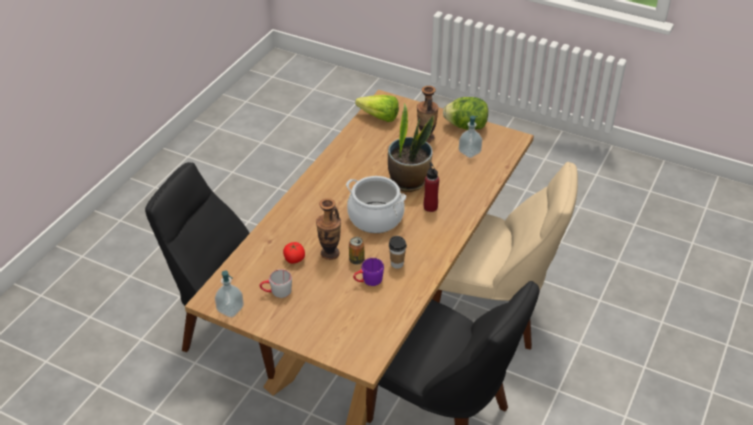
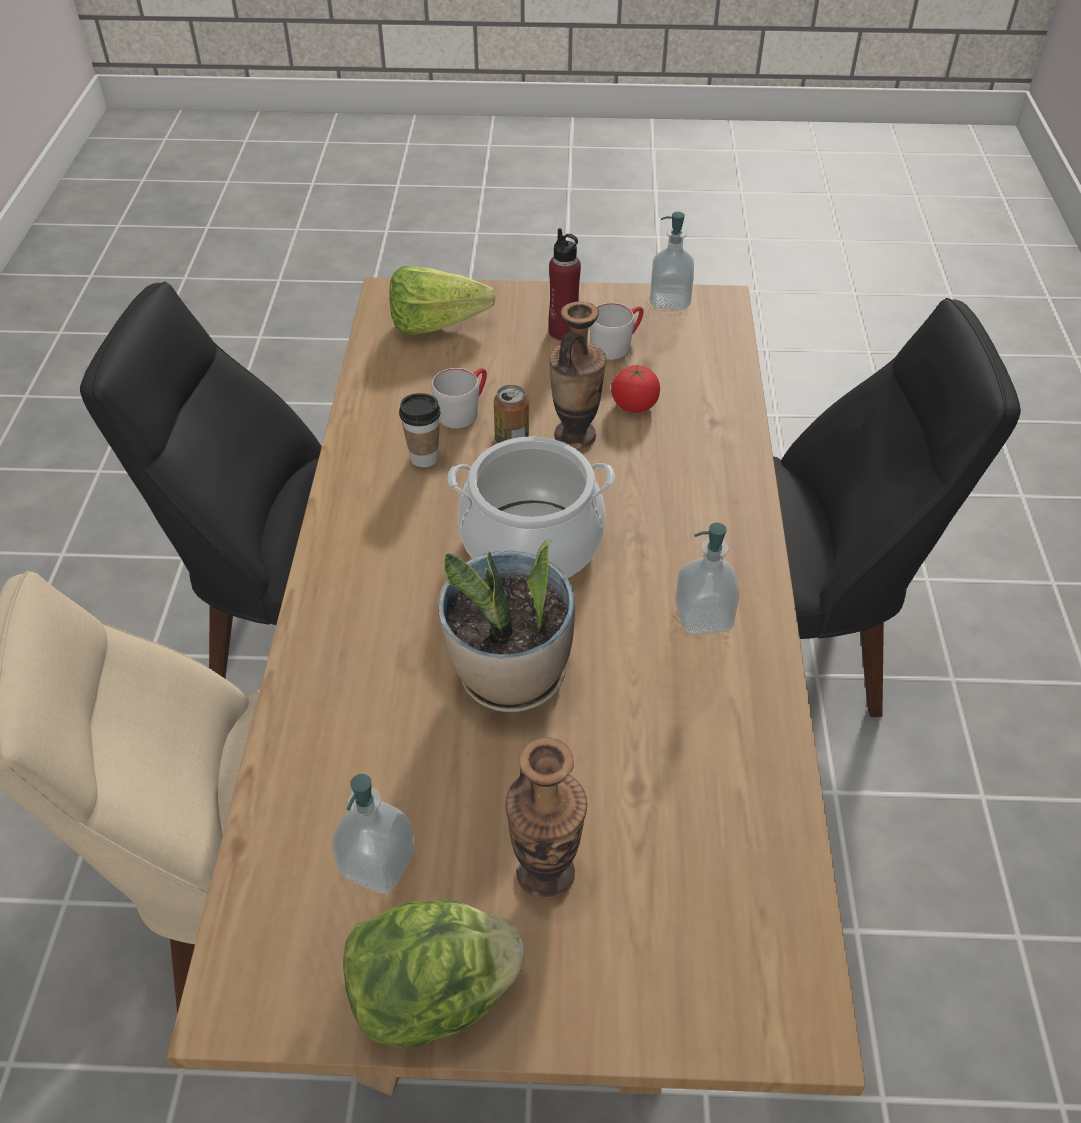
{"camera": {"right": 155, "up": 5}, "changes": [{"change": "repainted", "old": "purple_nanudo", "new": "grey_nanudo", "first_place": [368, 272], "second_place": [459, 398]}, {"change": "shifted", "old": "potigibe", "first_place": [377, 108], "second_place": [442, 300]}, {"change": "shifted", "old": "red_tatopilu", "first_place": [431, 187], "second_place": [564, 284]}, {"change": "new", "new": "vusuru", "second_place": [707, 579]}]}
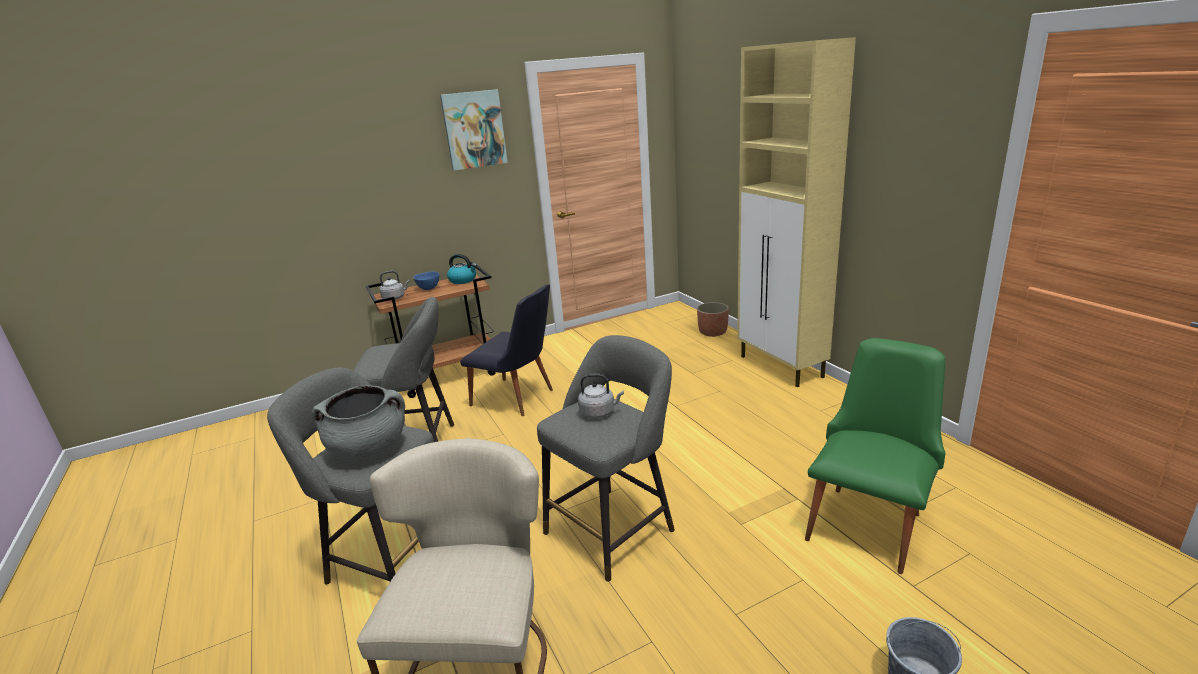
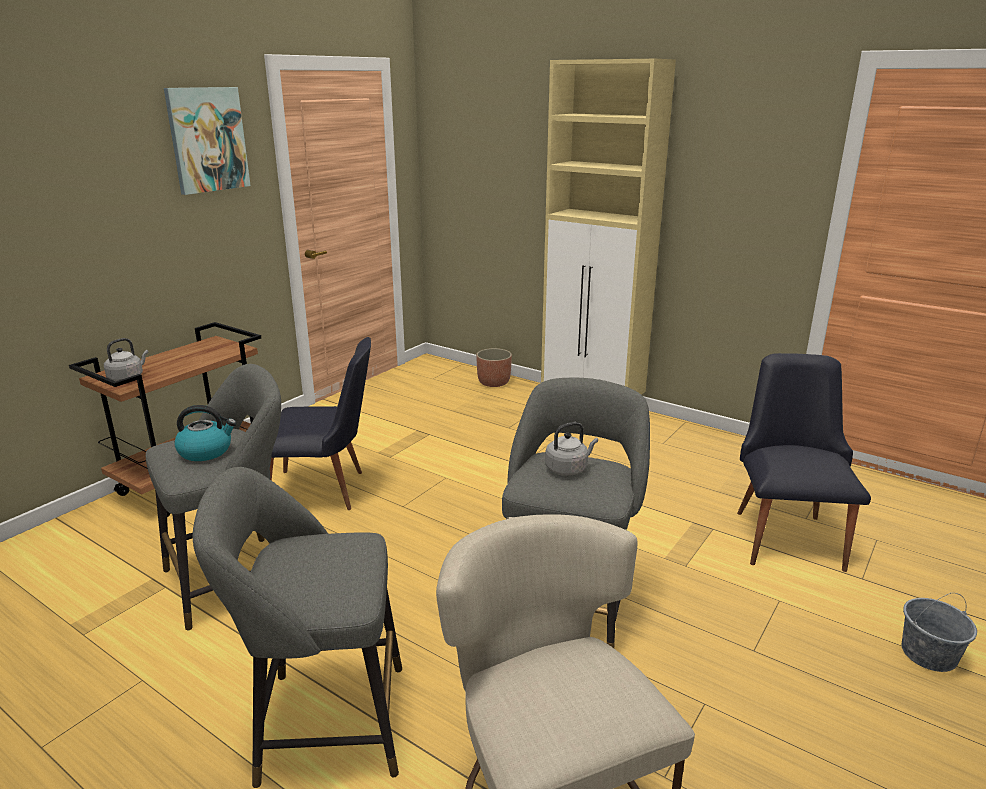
{"camera": {"right": -30, "up": 0}, "changes": [{"change": "gone", "old": "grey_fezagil", "first_place": [358, 421]}, {"change": "gone", "old": "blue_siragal", "first_place": [426, 281]}, {"change": "shifted", "old": "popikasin", "first_place": [462, 269], "second_place": [205, 433]}, {"change": "repainted", "old": "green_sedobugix", "new": "black_sedobugix", "first_place": [875, 456], "second_place": [804, 462]}]}
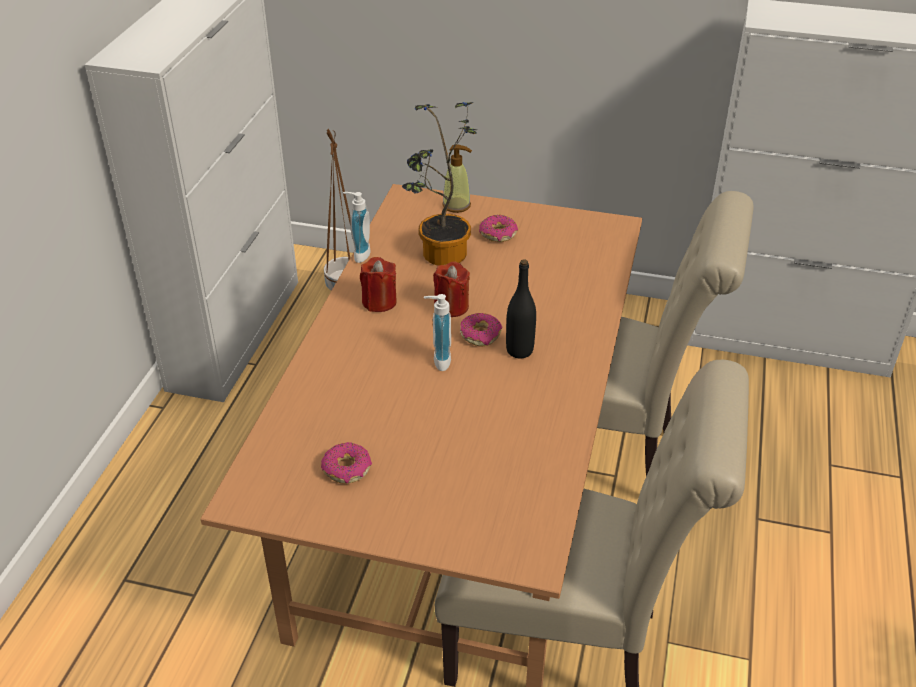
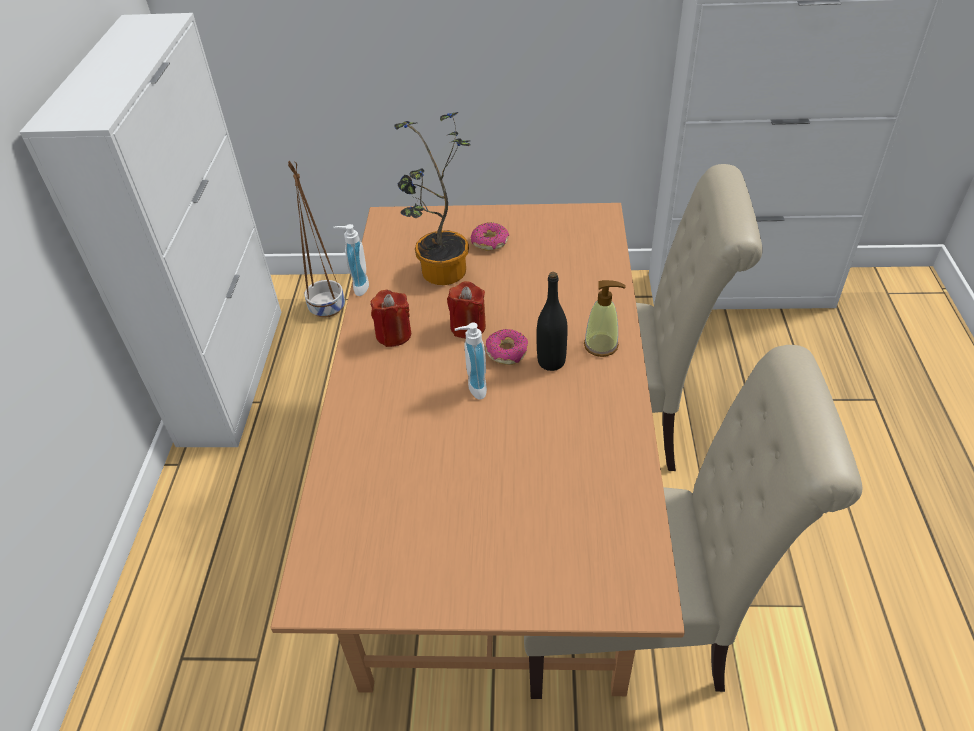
{"camera": {"right": -10, "up": 5}, "changes": [{"change": "gone", "old": "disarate", "first_place": [346, 463]}, {"change": "shifted", "old": "vusuru", "first_place": [457, 179], "second_place": [605, 318]}]}
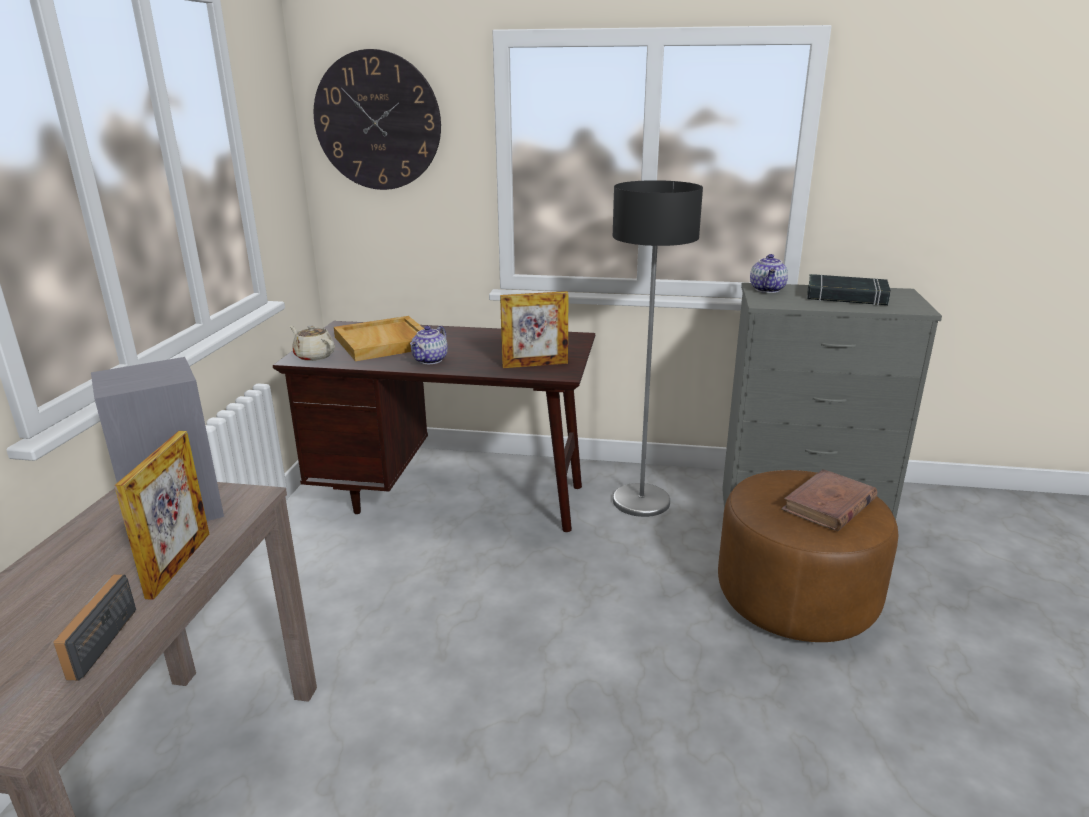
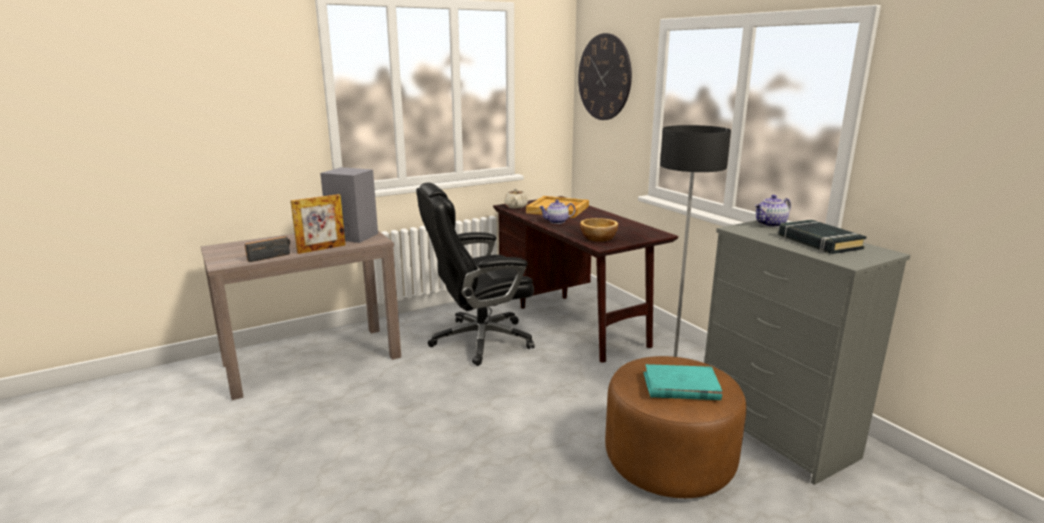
{"camera": {"right": 50, "up": -5}, "changes": [{"change": "swapped", "old": "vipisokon", "new": "siragal", "first_place": [534, 329], "second_place": [599, 230]}, {"change": "repainted", "old": "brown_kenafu", "new": "turquoise_kenafu", "first_place": [829, 500], "second_place": [682, 382]}, {"change": "new", "new": "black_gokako", "second_place": [476, 274]}]}
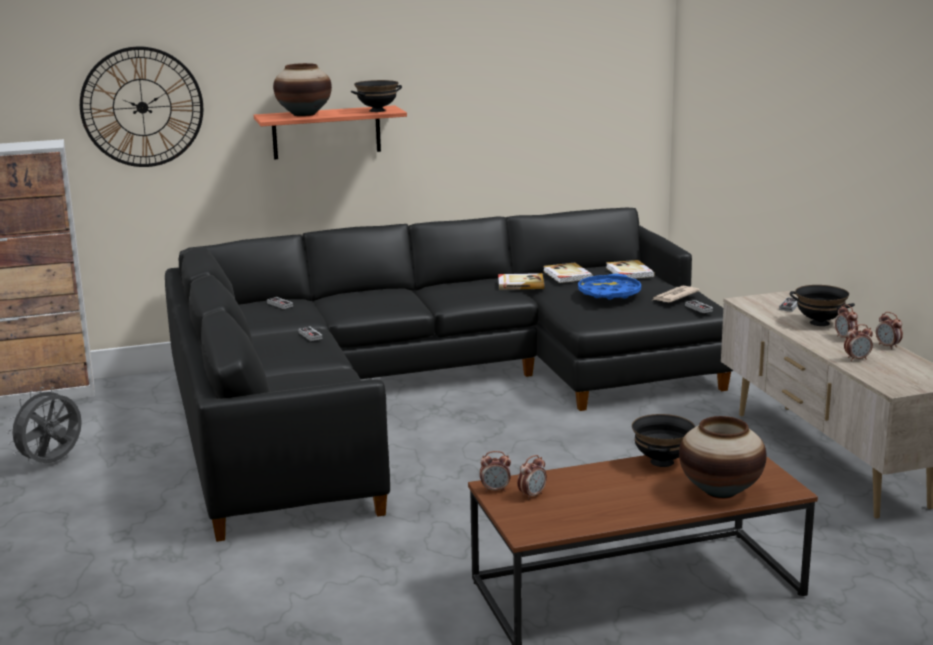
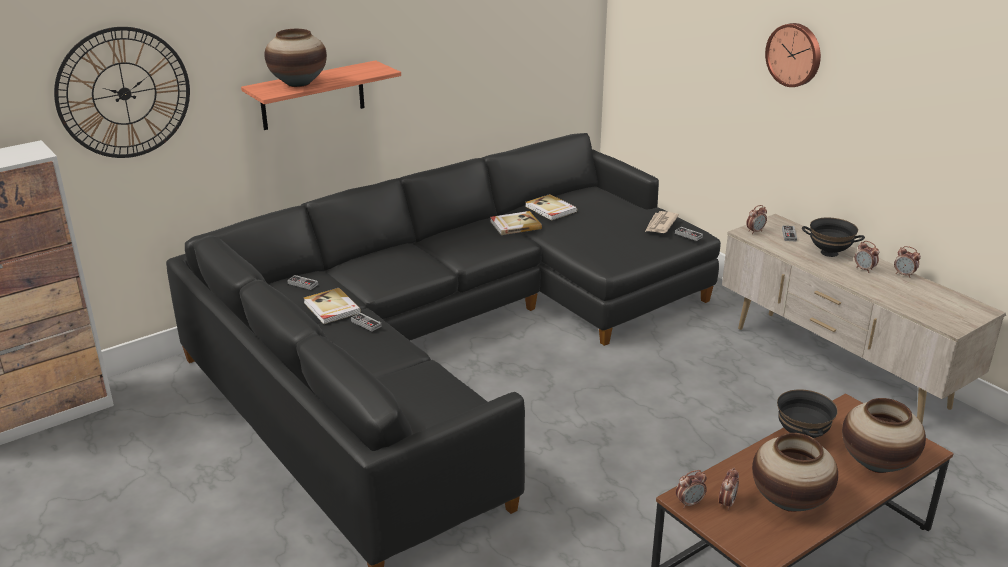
{"camera": {"right": -20, "up": 10}, "changes": [{"change": "gone", "old": "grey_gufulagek", "first_place": [44, 425]}, {"change": "gone", "old": "black_siragal", "first_place": [376, 96]}, {"change": "gone", "old": "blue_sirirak", "first_place": [609, 287]}, {"change": "shifted", "old": "kenafu", "first_place": [630, 269], "second_place": [332, 306]}, {"change": "shifted", "old": "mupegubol", "first_place": [858, 342], "second_place": [756, 219]}, {"change": "new", "new": "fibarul", "second_place": [795, 472]}, {"change": "new", "new": "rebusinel", "second_place": [793, 55]}]}
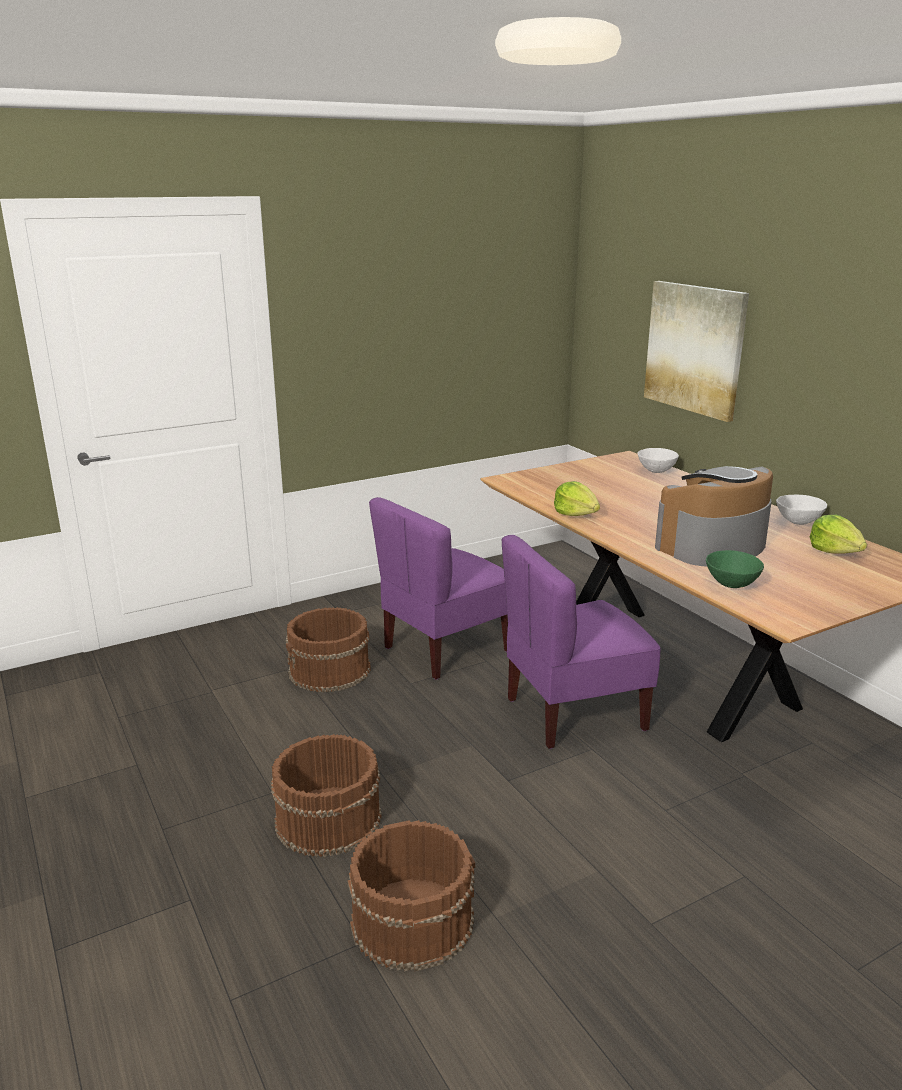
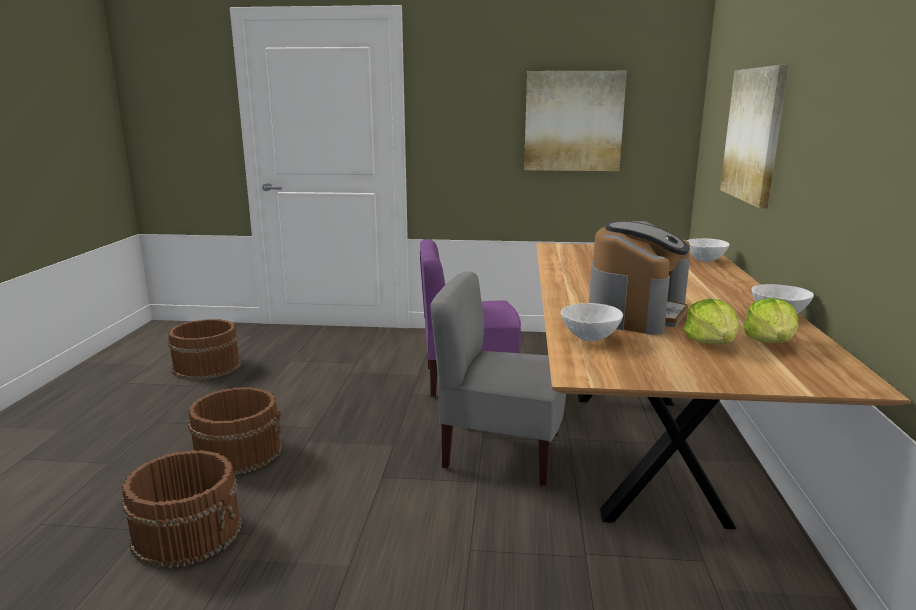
{"camera": {"right": 35, "up": -5}, "changes": [{"change": "shifted", "old": "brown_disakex", "first_place": [328, 650], "second_place": [204, 349]}, {"change": "repainted", "old": "purple_sedobugix", "new": "grey_sedobugix", "first_place": [581, 642], "second_place": [498, 379]}, {"change": "shifted", "old": "potigibe", "first_place": [577, 498], "second_place": [711, 321]}, {"change": "rotated", "old": "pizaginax", "first_place": [714, 516], "second_place": [639, 278], "degrees": 120}, {"change": "repainted", "old": "green_siragal", "new": "white_siragal", "first_place": [735, 569], "second_place": [592, 322]}, {"change": "new", "new": "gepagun", "second_place": [575, 121]}]}
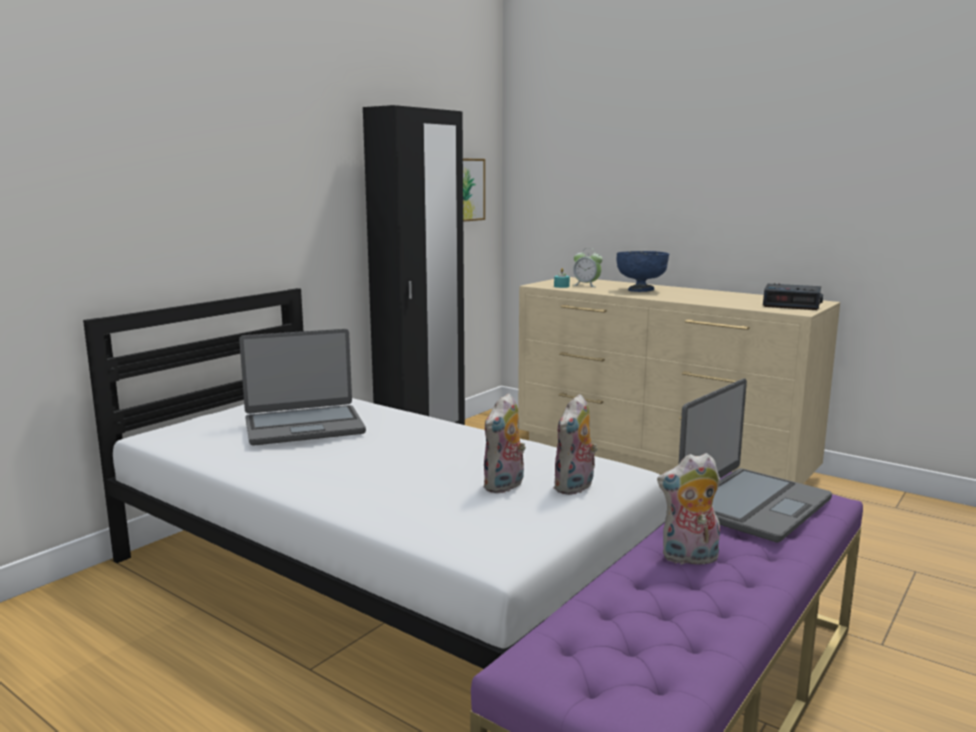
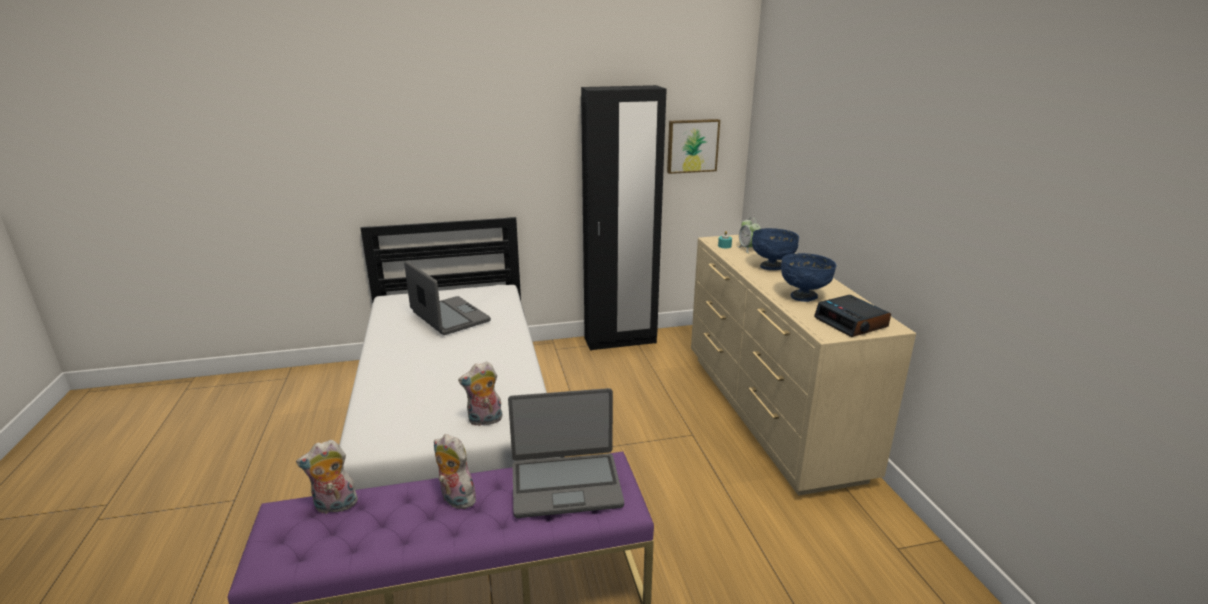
{"camera": {"right": 40, "up": 10}, "changes": [{"change": "rotated", "old": "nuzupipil", "first_place": [302, 387], "second_place": [447, 298], "degrees": -150}, {"change": "shifted", "old": "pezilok", "first_place": [504, 443], "second_place": [327, 477]}, {"change": "new", "new": "blue_siragal", "second_place": [809, 277]}]}
